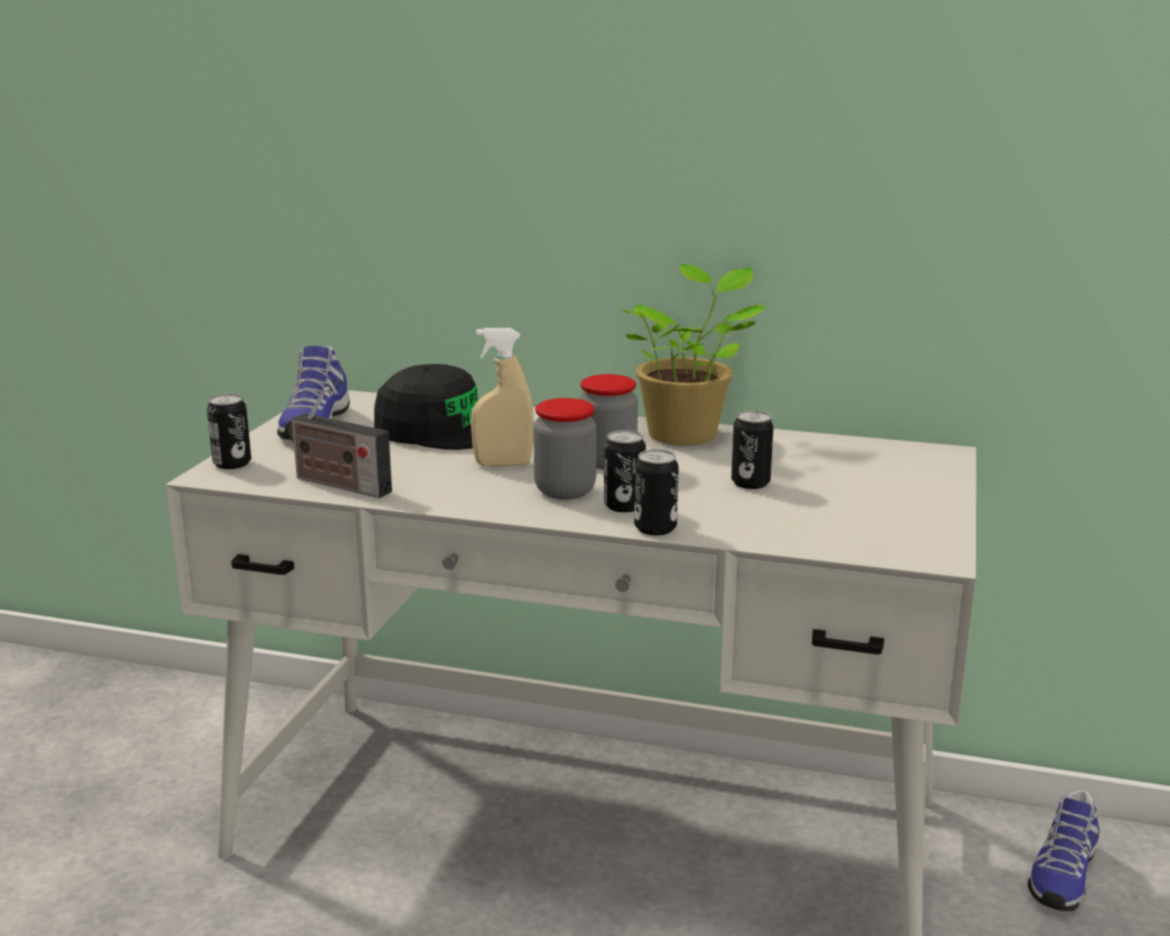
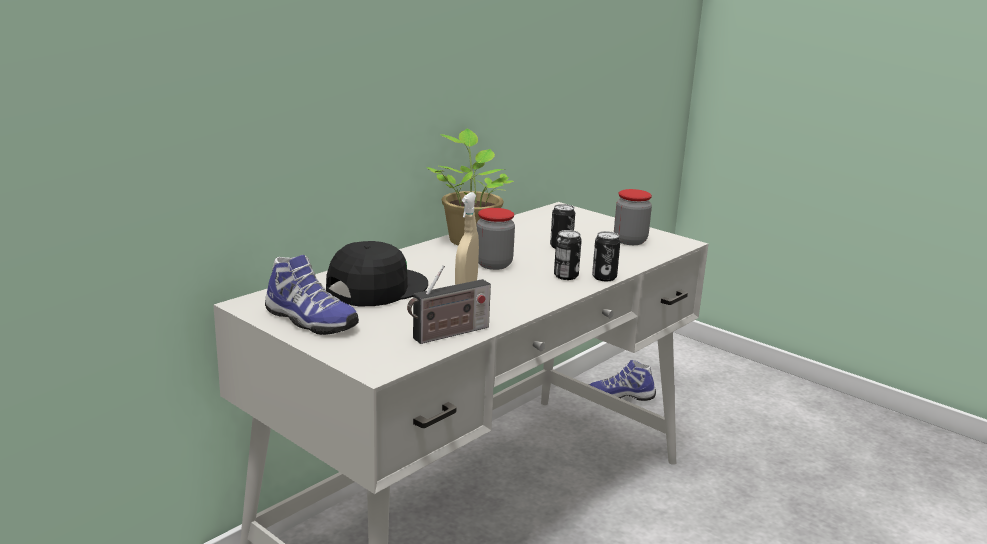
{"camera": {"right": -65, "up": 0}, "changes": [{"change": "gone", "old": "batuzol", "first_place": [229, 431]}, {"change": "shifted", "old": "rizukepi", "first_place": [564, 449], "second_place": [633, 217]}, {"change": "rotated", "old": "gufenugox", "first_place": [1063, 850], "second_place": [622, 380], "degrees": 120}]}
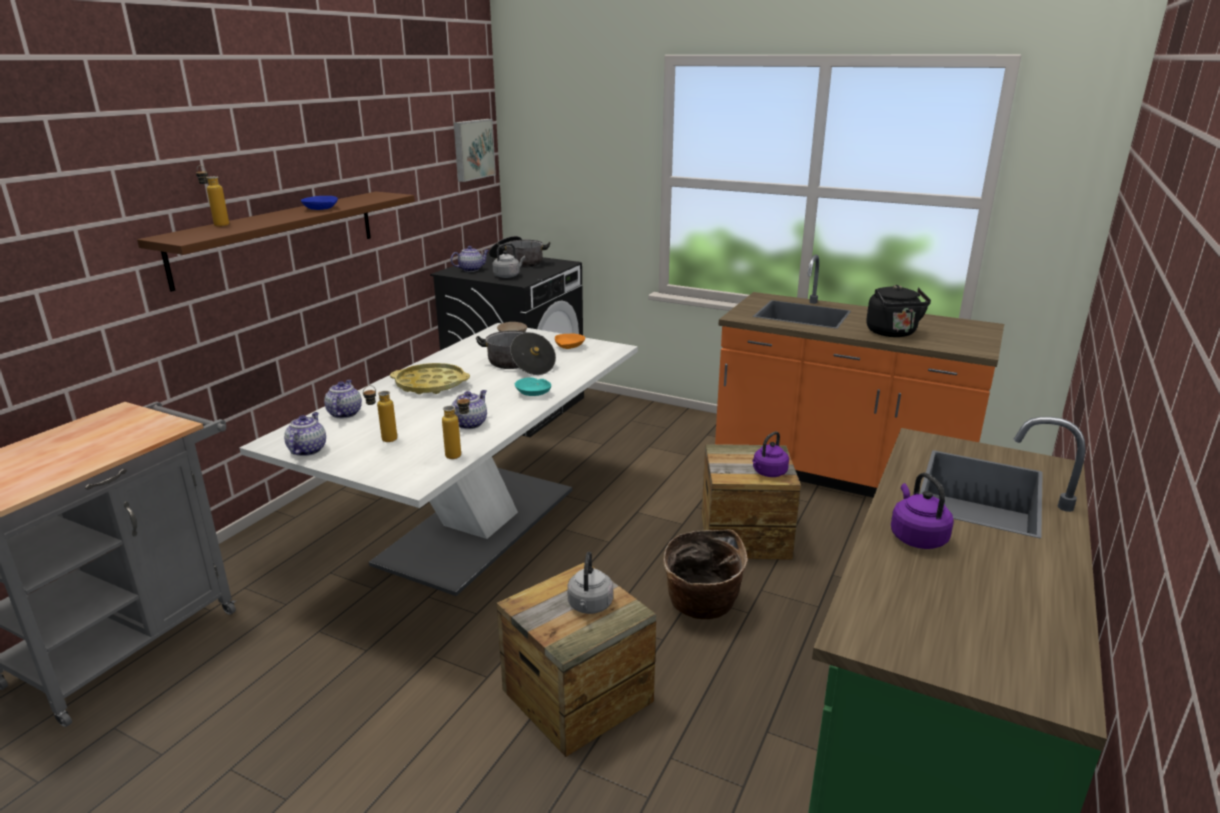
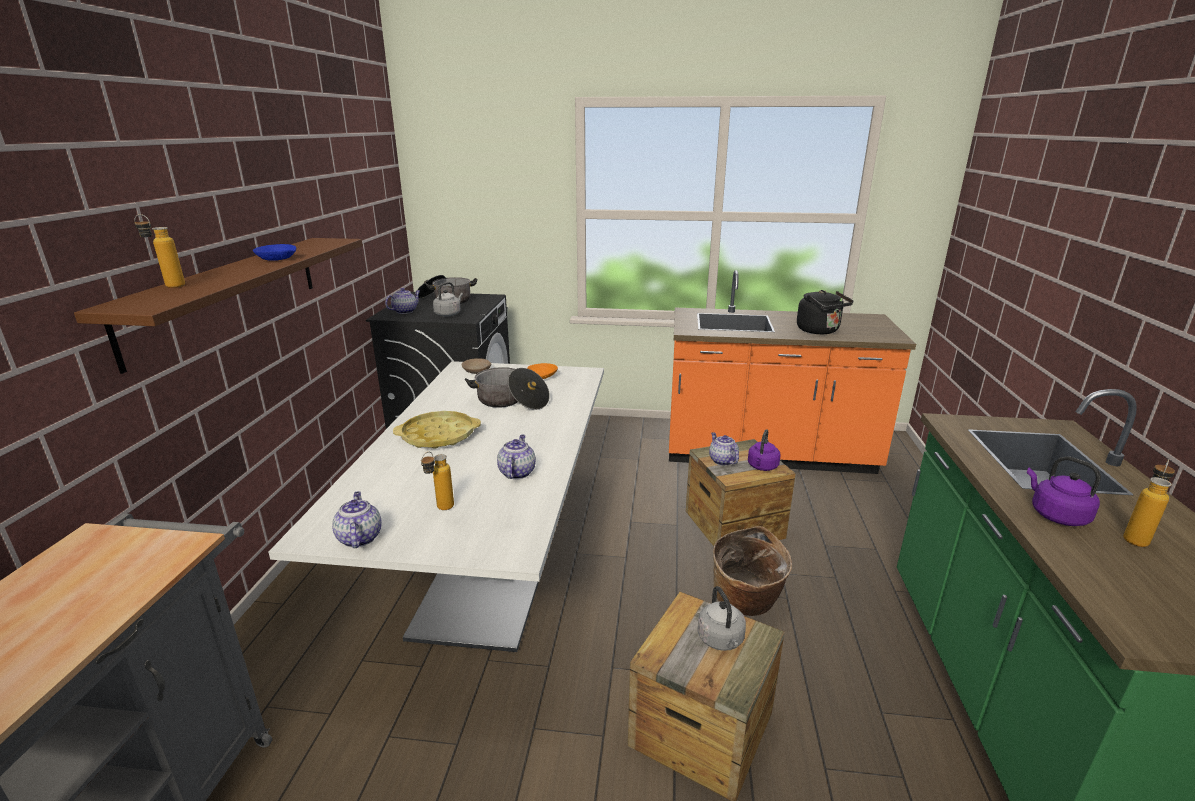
{"camera": {"right": -20, "up": 0}, "changes": [{"change": "shifted", "old": "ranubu", "first_place": [343, 399], "second_place": [724, 449]}, {"change": "shifted", "old": "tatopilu", "first_place": [456, 426], "second_place": [1149, 503]}, {"change": "gone", "old": "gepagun", "first_place": [475, 150]}, {"change": "gone", "old": "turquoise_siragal", "first_place": [533, 386]}]}
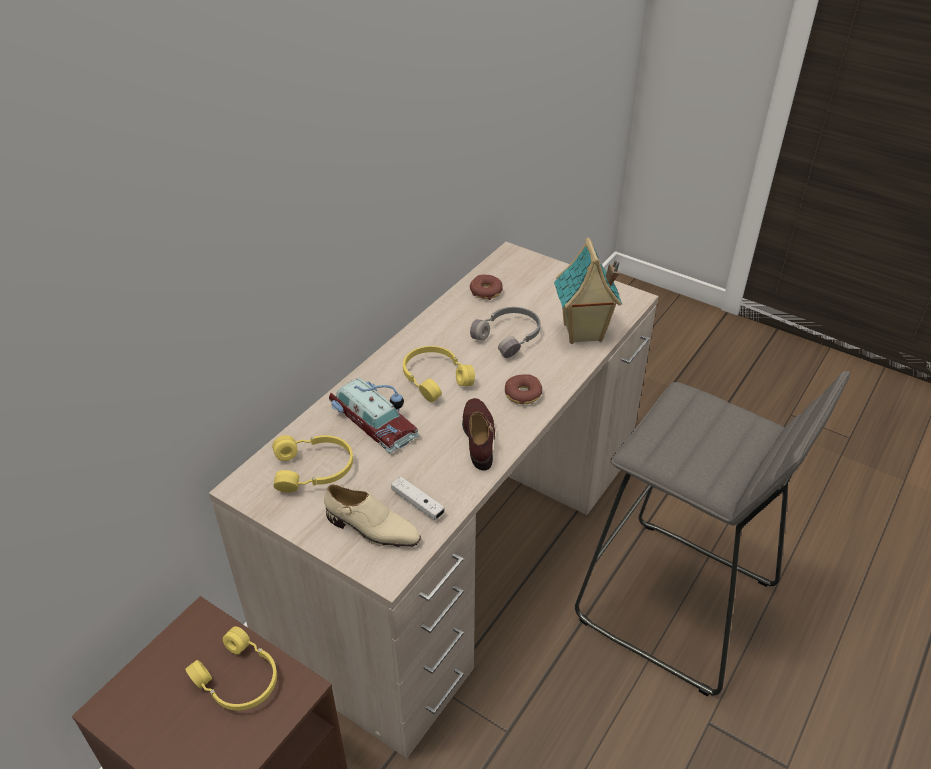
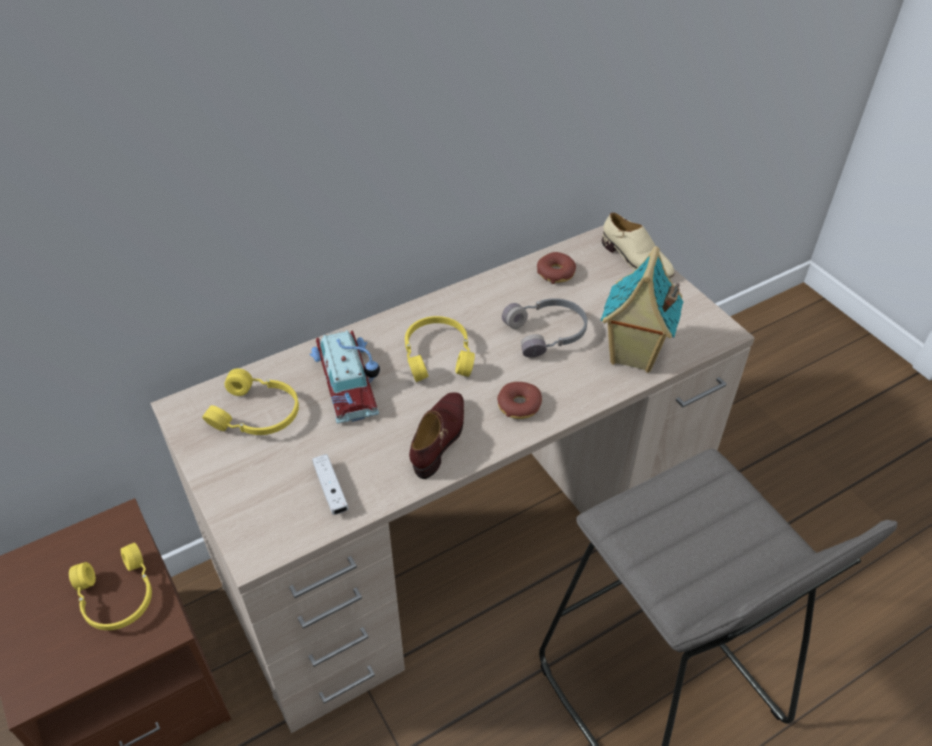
{"camera": {"right": 25, "up": 5}, "changes": [{"change": "shifted", "old": "beige_gufenugox", "first_place": [372, 516], "second_place": [638, 246]}]}
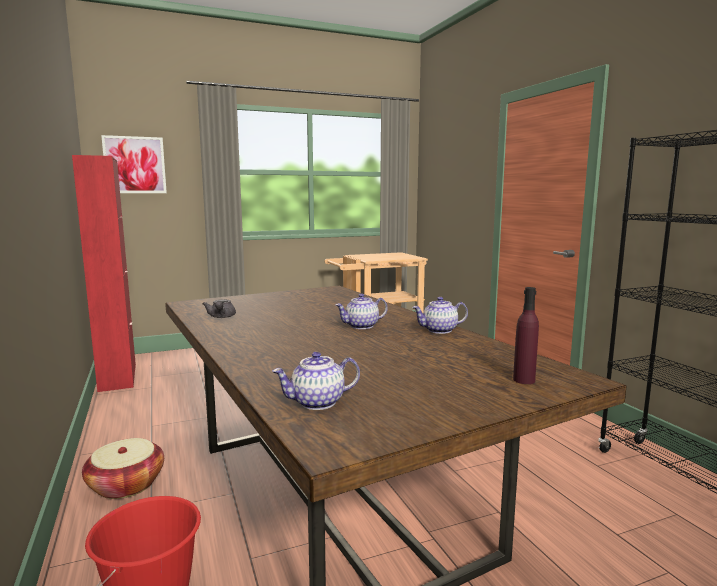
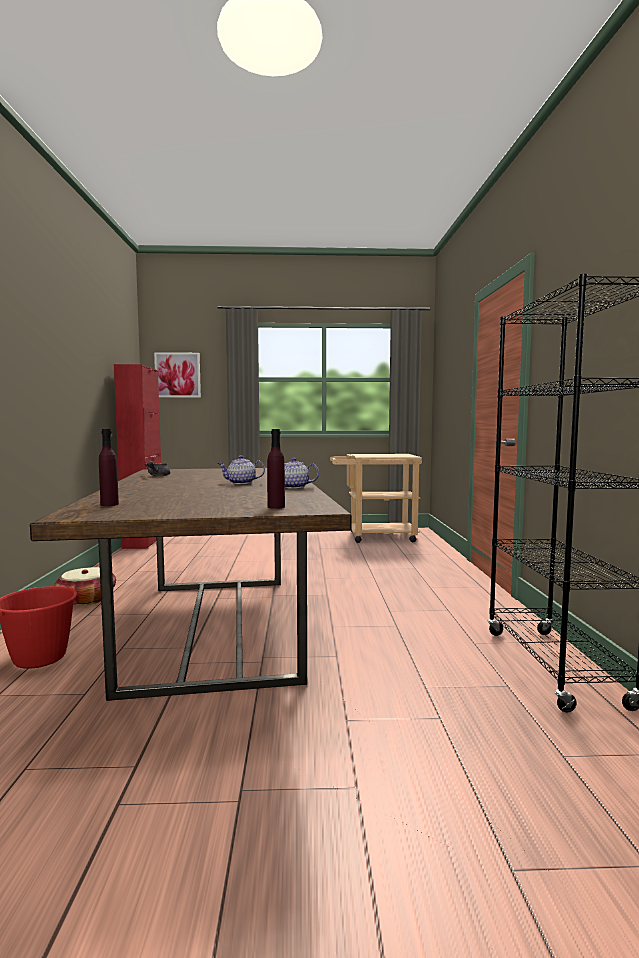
{"camera": {"right": 20, "up": -5}, "changes": [{"change": "swapped", "old": "ranubu", "new": "purple_tatopilu", "first_place": [316, 381], "second_place": [109, 467]}]}
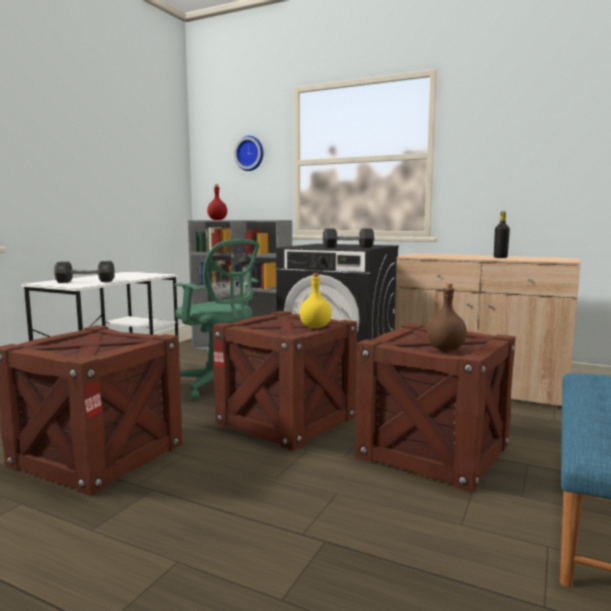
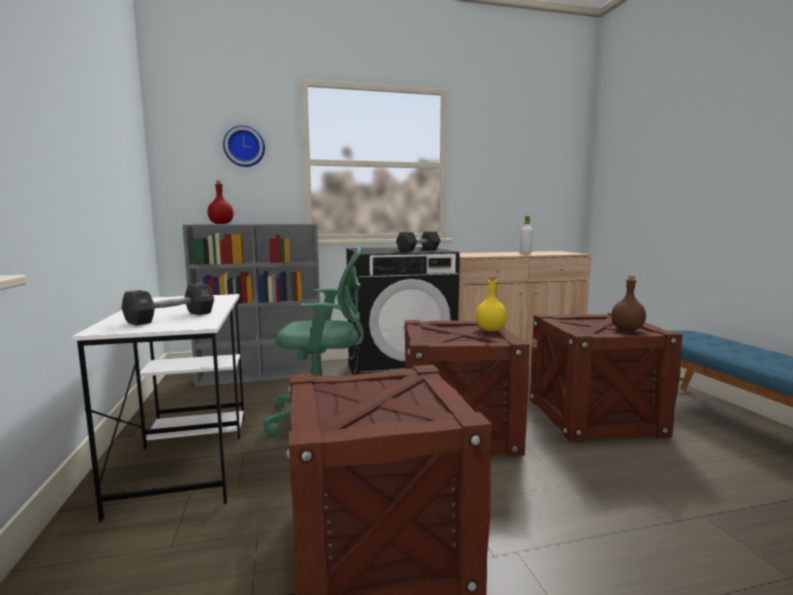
{"camera": {"right": -40, "up": 0}, "changes": [{"change": "repainted", "old": "black_tatopilu", "new": "white_tatopilu", "first_place": [502, 234], "second_place": [526, 235]}]}
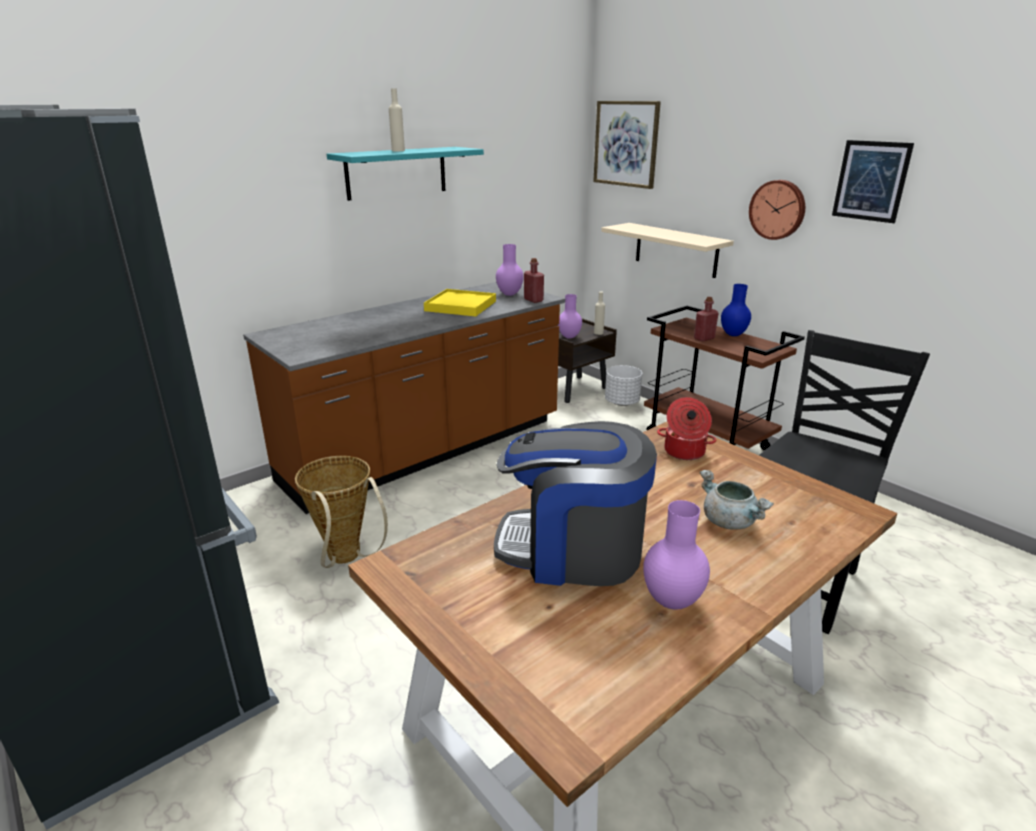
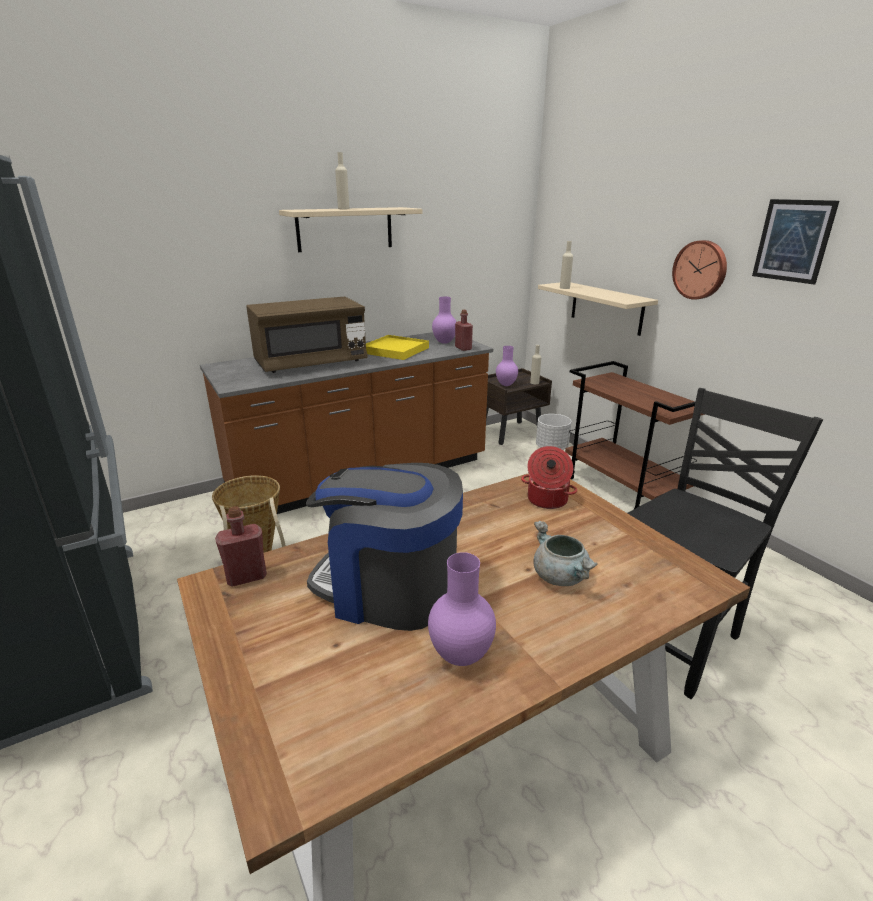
{"camera": {"right": 10, "up": 0}, "changes": [{"change": "repainted", "old": "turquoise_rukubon", "new": "beige_rukubon", "first_place": [405, 174], "second_place": [350, 229]}, {"change": "gone", "old": "gepagun", "first_place": [627, 145]}, {"change": "shifted", "old": "red_tatopilu", "first_place": [706, 319], "second_place": [241, 546]}, {"change": "gone", "old": "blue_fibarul", "first_place": [736, 310]}, {"change": "new", "new": "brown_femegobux", "second_place": [307, 335]}, {"change": "new", "new": "beige_tatopilu", "second_place": [566, 265]}]}
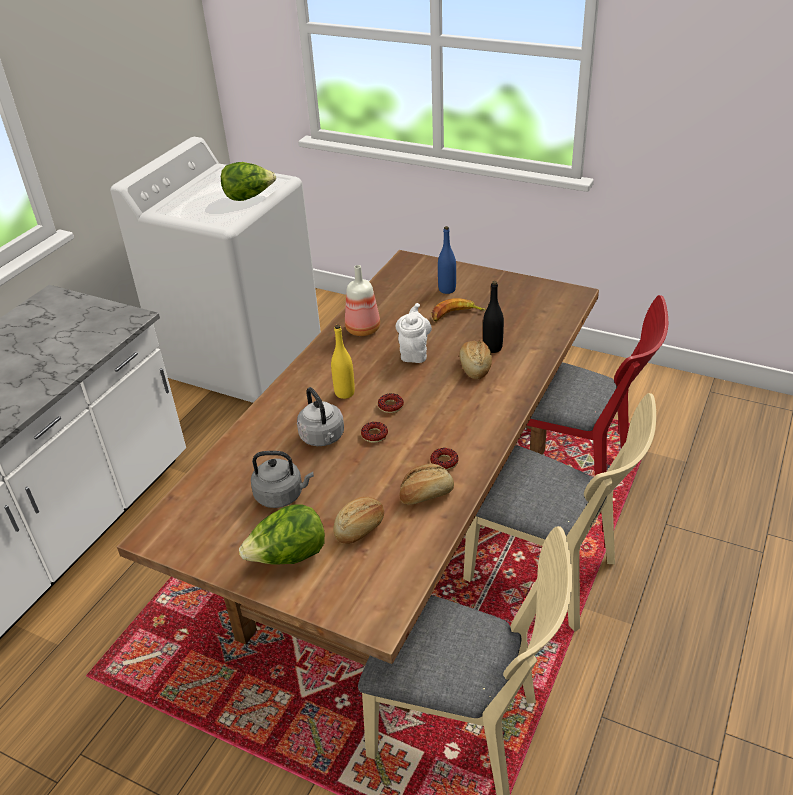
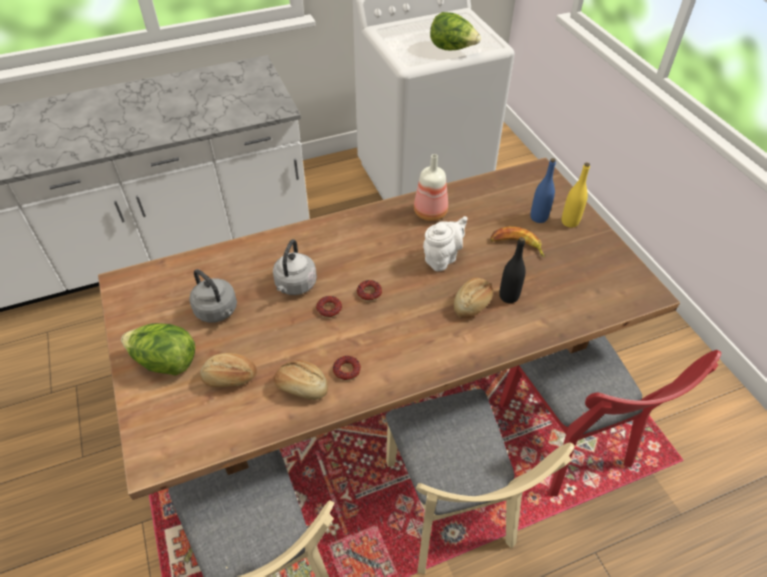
{"camera": {"right": 40, "up": 10}, "changes": [{"change": "shifted", "old": "yellow_tatopilu", "first_place": [343, 362], "second_place": [576, 195]}]}
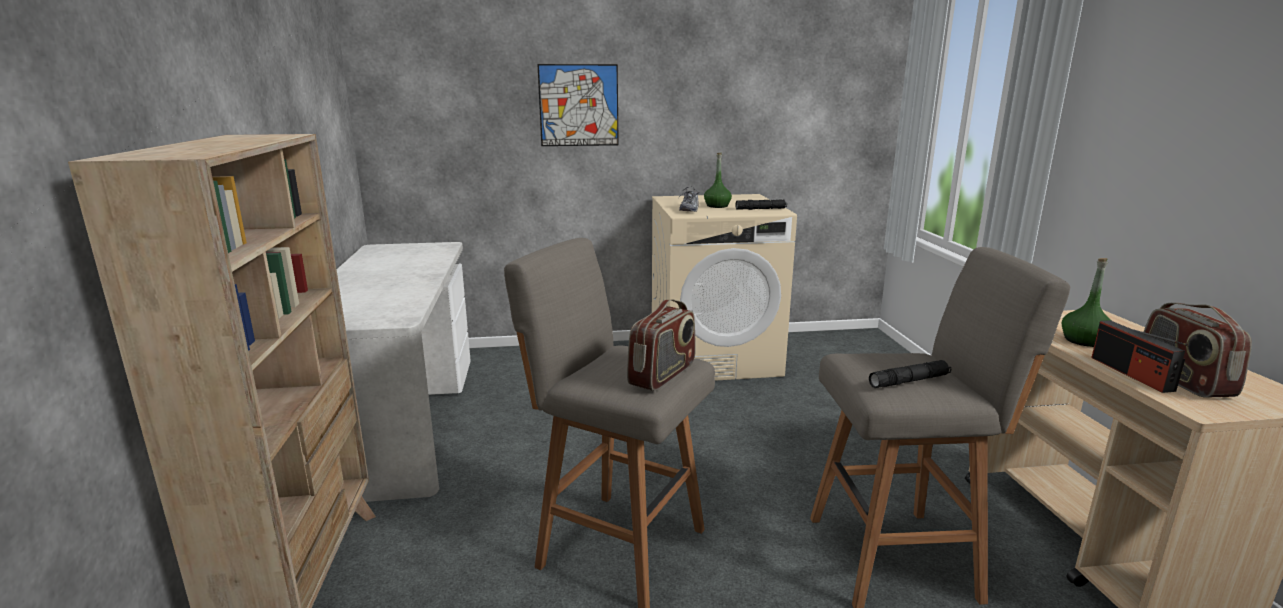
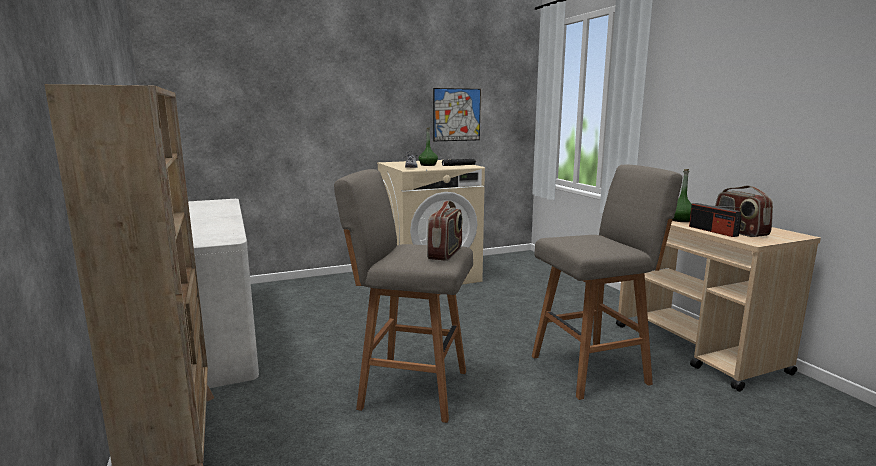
{"camera": {"right": -15, "up": -5}, "changes": [{"change": "shifted", "old": "gepagun", "first_place": [578, 105], "second_place": [457, 114]}, {"change": "gone", "old": "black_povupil", "first_place": [910, 374]}]}
